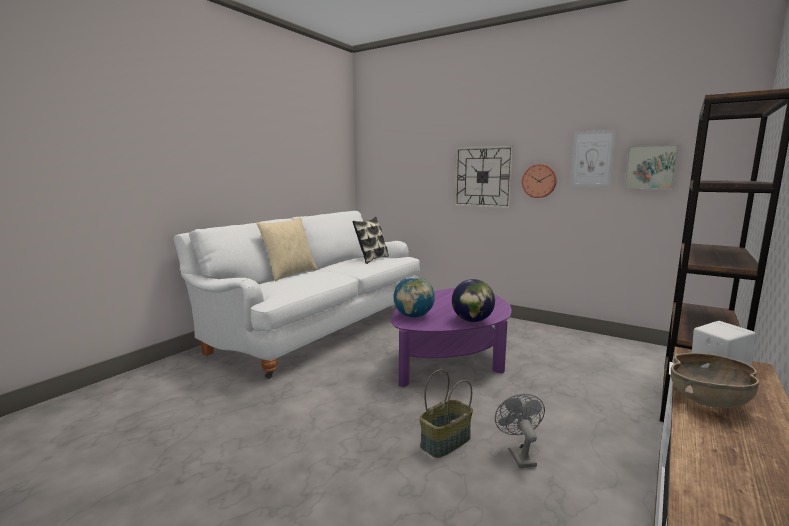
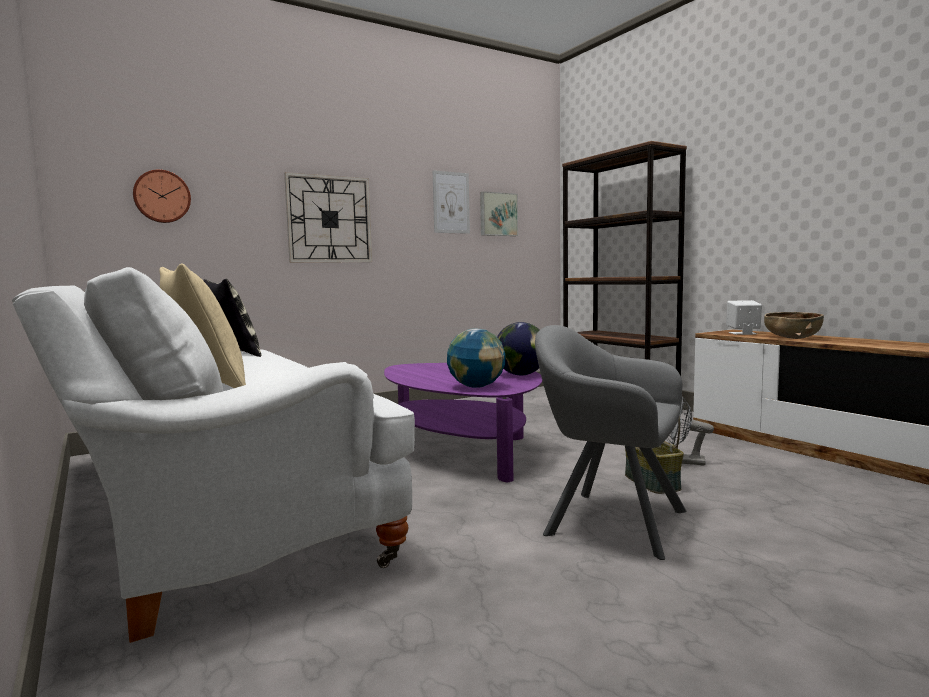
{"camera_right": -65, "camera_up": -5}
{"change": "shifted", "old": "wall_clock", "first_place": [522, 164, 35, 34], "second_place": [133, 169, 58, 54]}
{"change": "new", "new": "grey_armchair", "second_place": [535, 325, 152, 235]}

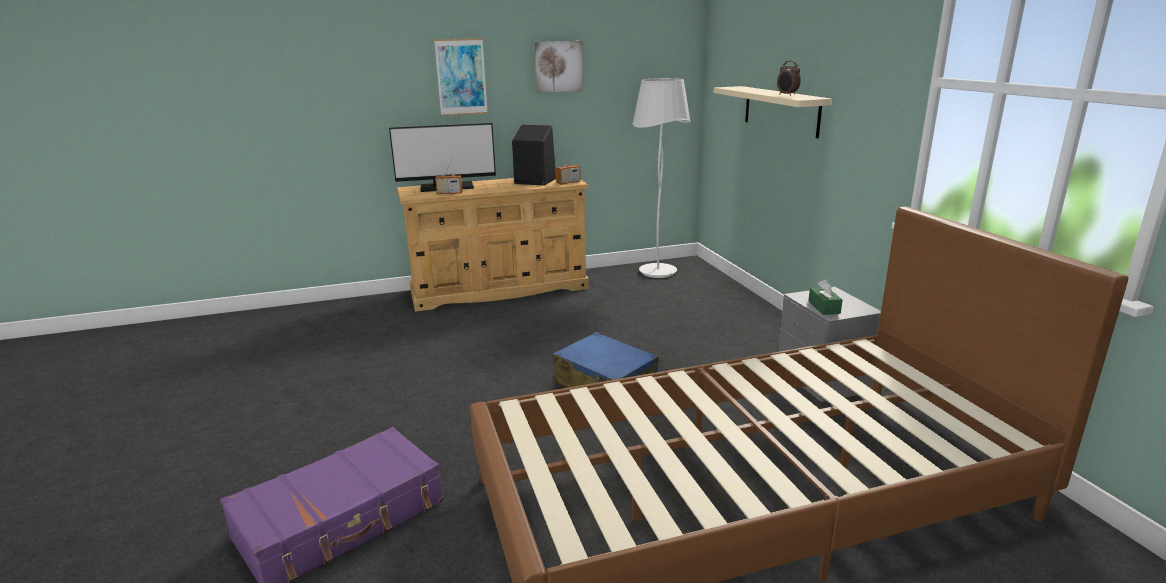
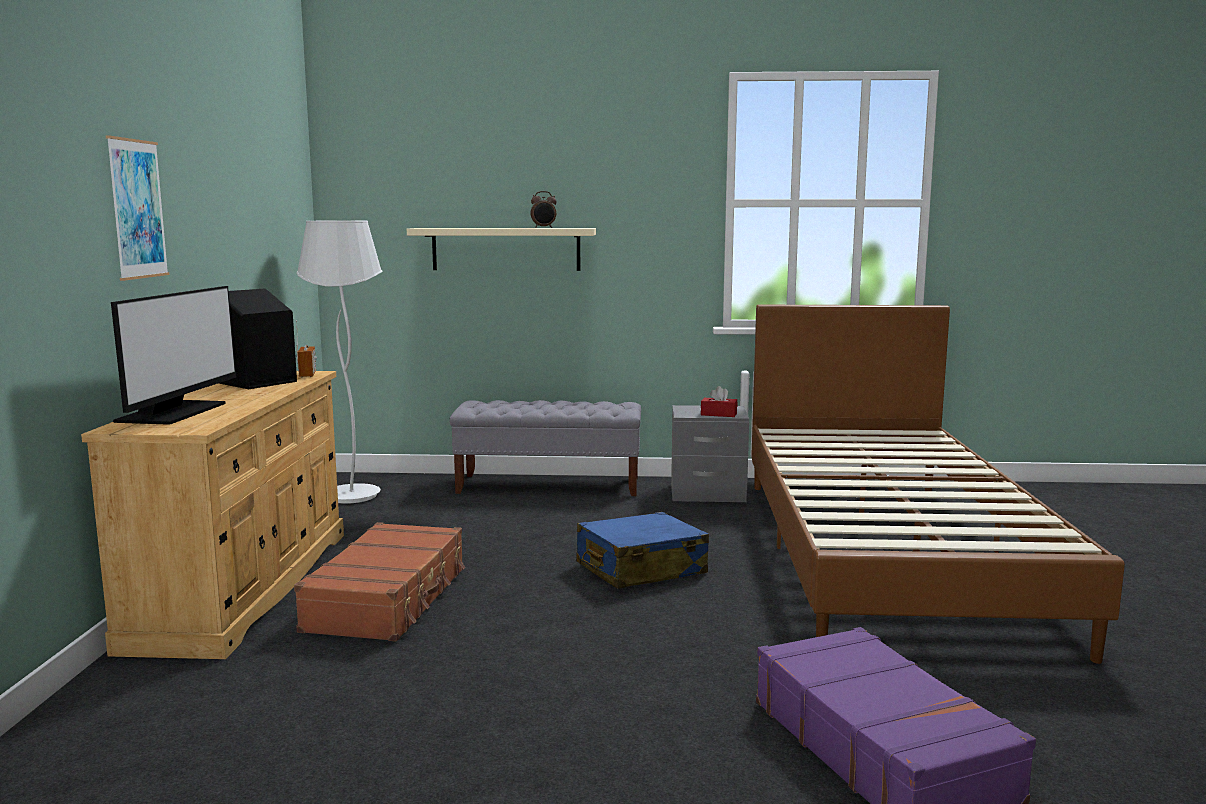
{"camera_right": -70, "camera_up": -10}
{"change": "gone", "old": "radio", "first_place": [435, 156, 27, 39]}
{"change": "gone", "old": "picture", "first_place": [535, 41, 48, 52]}
{"change": "repainted", "old": "green_tissue_box", "new": "red_tissue_box", "first_place": [808, 279, 34, 36], "second_place": [701, 386, 36, 31]}
{"change": "new", "new": "brown_suitcase", "second_place": [294, 522, 172, 119]}
{"change": "new", "new": "grey_bench", "second_place": [449, 400, 192, 96]}

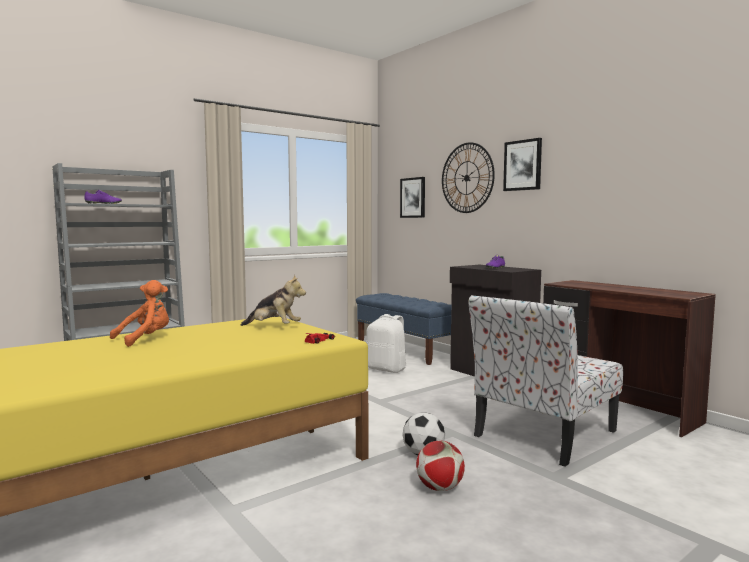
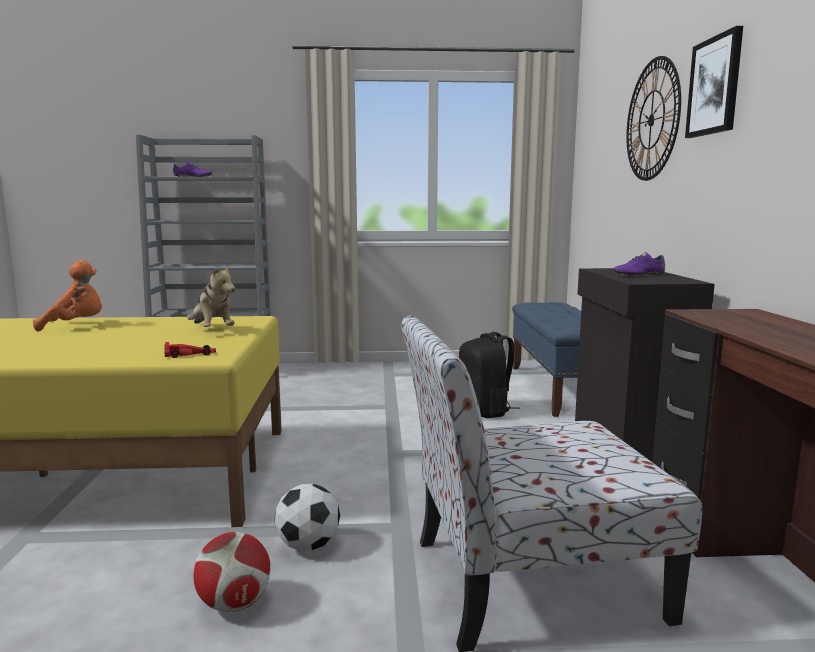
{"camera_right": 35, "camera_up": 5}
{"change": "repainted", "old": "white_backpack", "new": "black_backpack", "first_place": [366, 314, 40, 59], "second_place": [459, 332, 61, 86]}
{"change": "gone", "old": "picture", "first_place": [400, 177, 25, 41]}

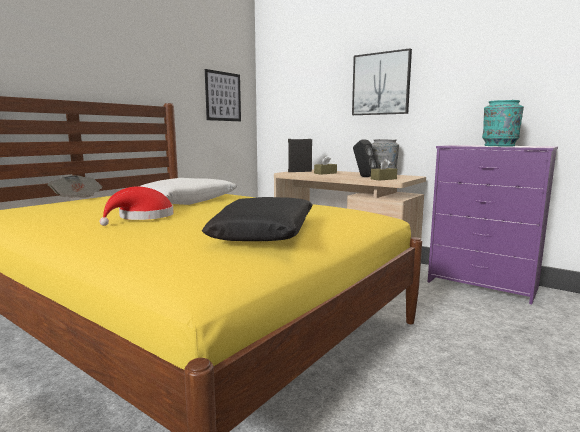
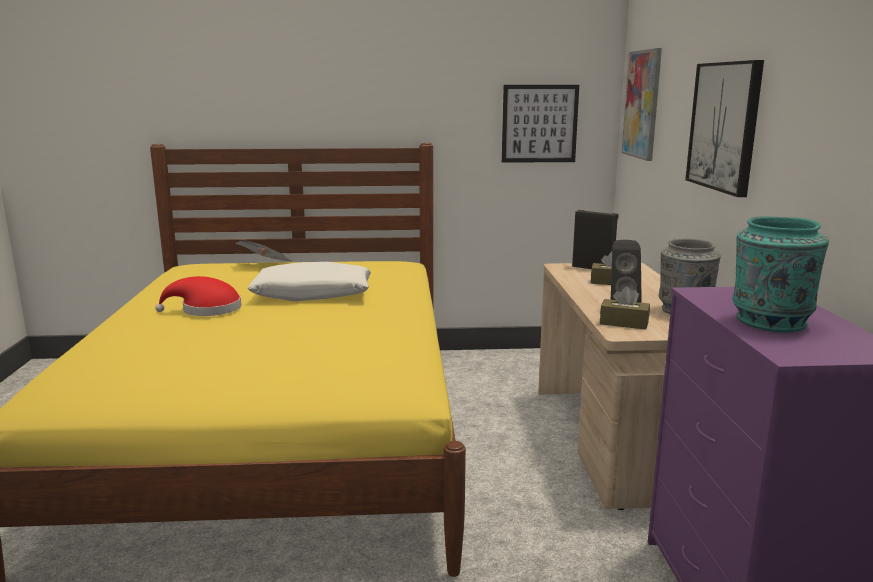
{"camera_right": 50, "camera_up": 5}
{"change": "gone", "old": "black_pillow", "first_place": [202, 197, 110, 44]}
{"change": "new", "new": "picture", "second_place": [622, 48, 40, 113]}

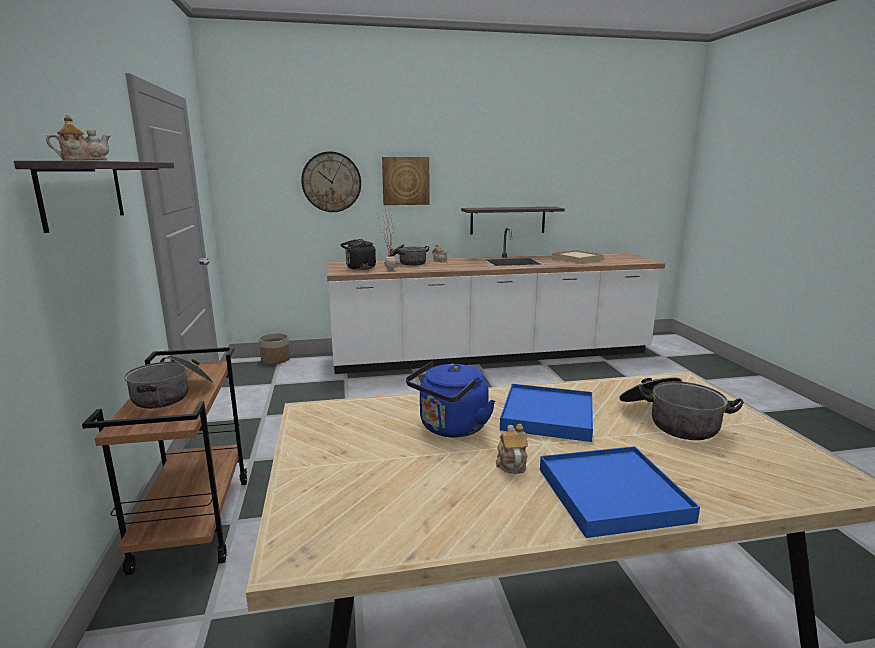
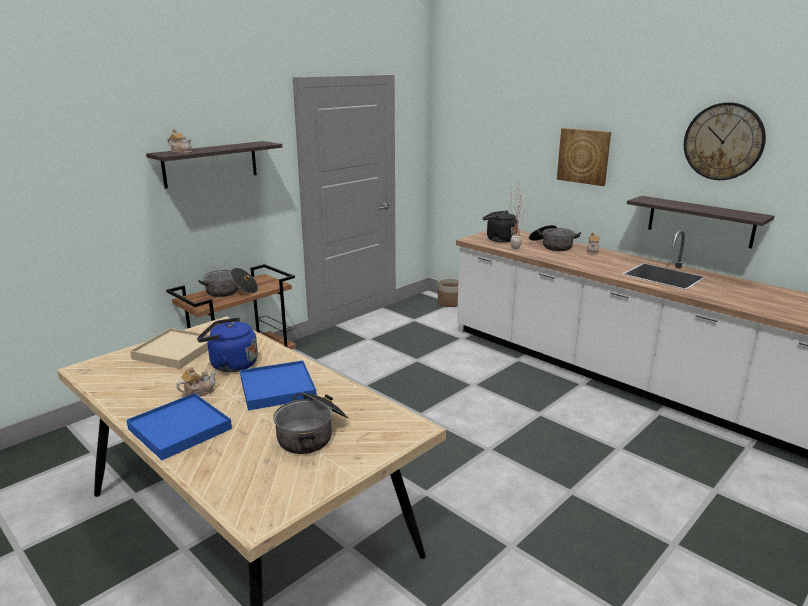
{"camera_right": 55, "camera_up": 5}
{"change": "shifted", "old": "wall_clock", "first_place": [301, 151, 60, 61], "second_place": [684, 102, 82, 78]}
{"change": "shifted", "old": "beige_tray", "first_place": [552, 250, 51, 13], "second_place": [130, 328, 79, 41]}

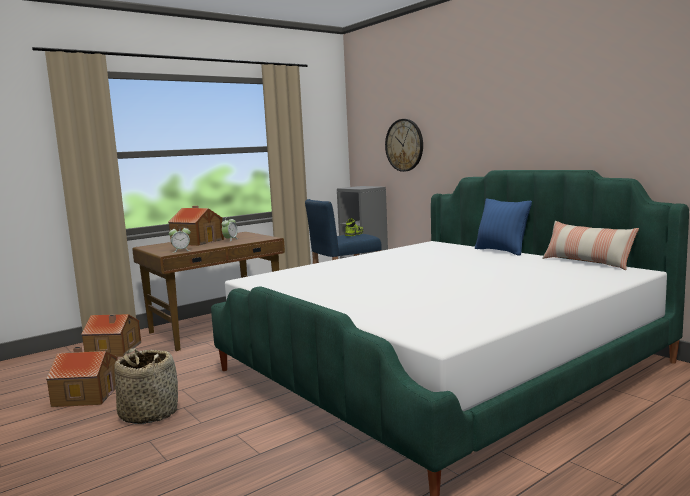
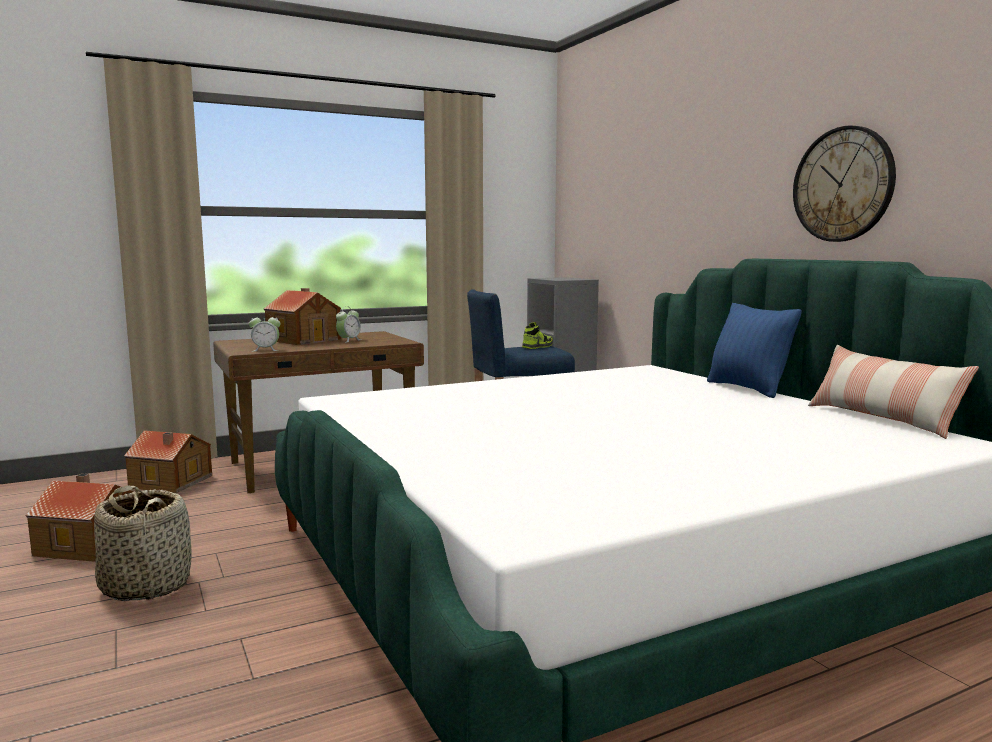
{"camera_right": 10, "camera_up": 0}
{"change": "shifted", "old": "wall_clock", "first_place": [385, 119, 38, 53], "second_place": [793, 125, 103, 117]}

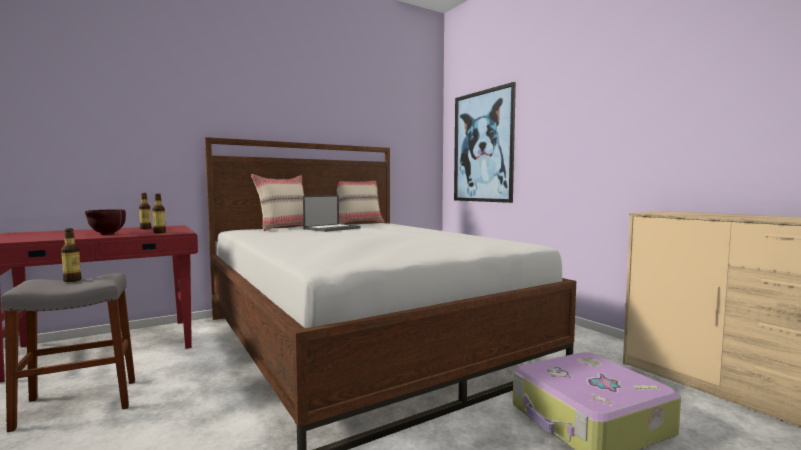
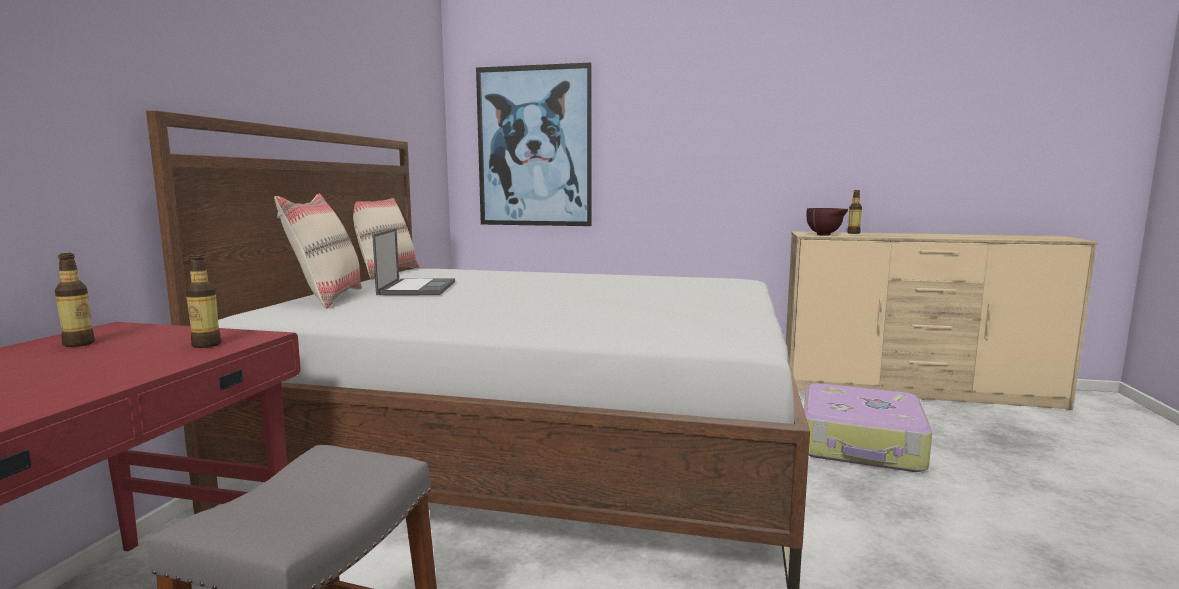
{"camera_right": -45, "camera_up": 5}
{"change": "shifted", "old": "bottle", "first_place": [61, 228, 21, 54], "second_place": [847, 190, 15, 44]}
{"change": "shifted", "old": "brown_bowl", "first_place": [85, 209, 41, 26], "second_place": [806, 208, 42, 28]}

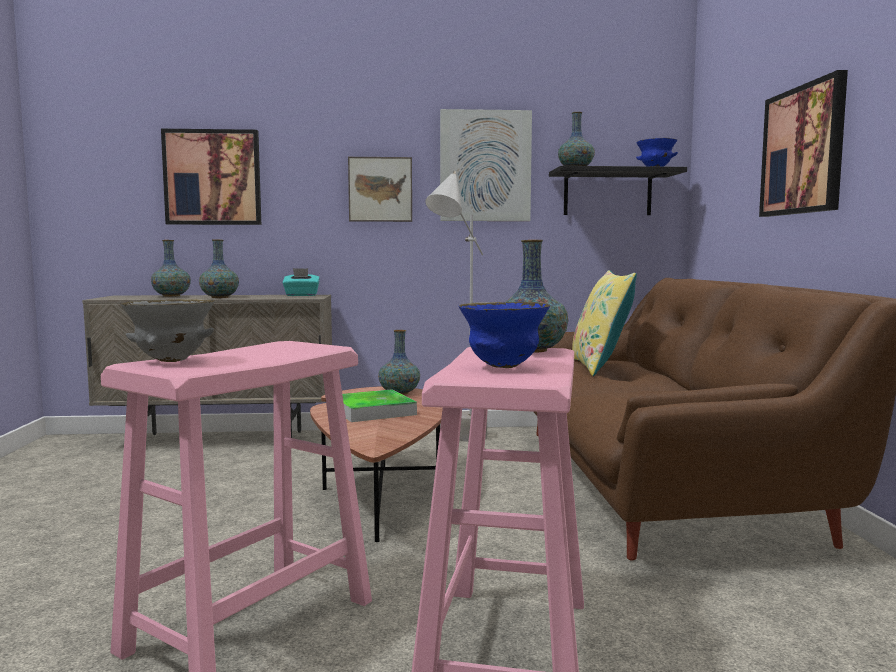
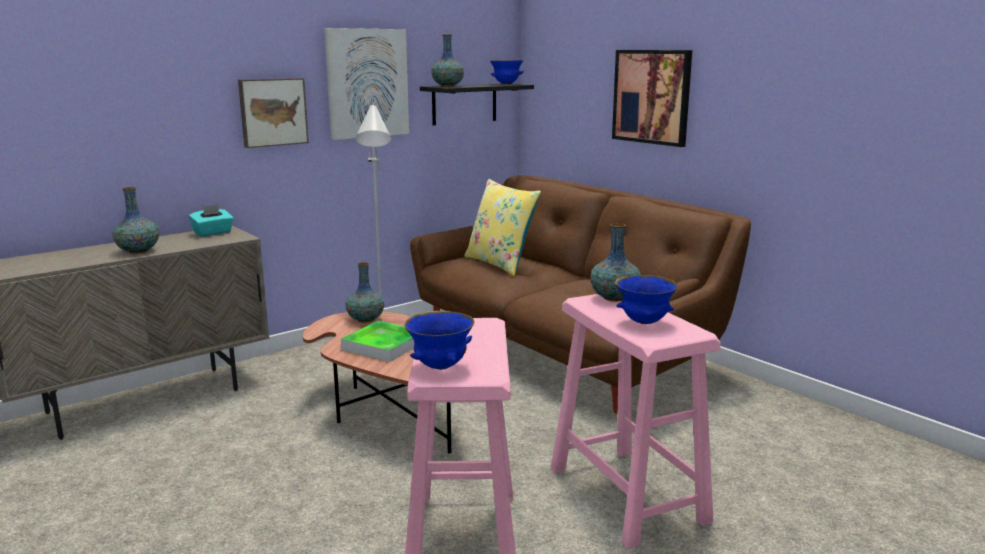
{"camera_right": -35, "camera_up": 10}
{"change": "repainted", "old": "grey_bowl", "new": "blue_bowl", "first_place": [120, 299, 95, 63], "second_place": [404, 311, 70, 59]}
{"change": "gone", "old": "vase", "first_place": [151, 240, 40, 57]}
{"change": "gone", "old": "picture", "first_place": [161, 129, 100, 96]}

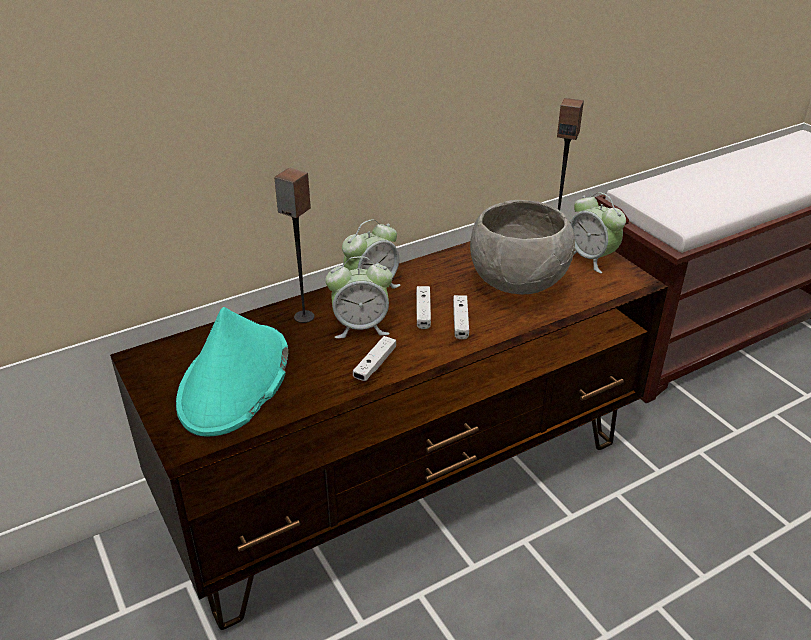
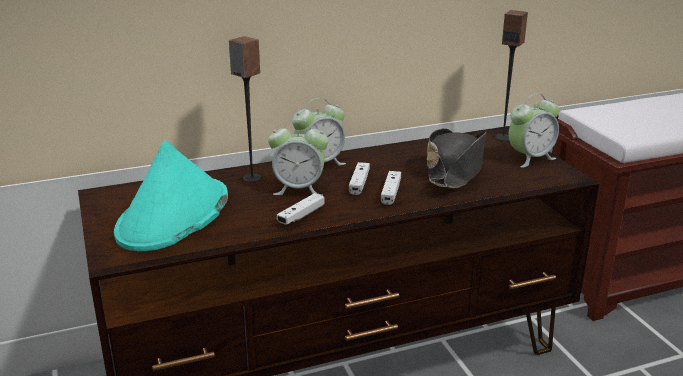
{"camera_right": 10, "camera_up": -10}
{"change": "swapped", "old": "grey_bowl", "new": "black_hat", "first_place": [470, 200, 105, 94], "second_place": [426, 128, 60, 60]}
{"change": "rotated", "old": "alarm_clock", "first_place": [570, 192, 56, 81], "second_place": [509, 93, 50, 75], "degrees": -90}

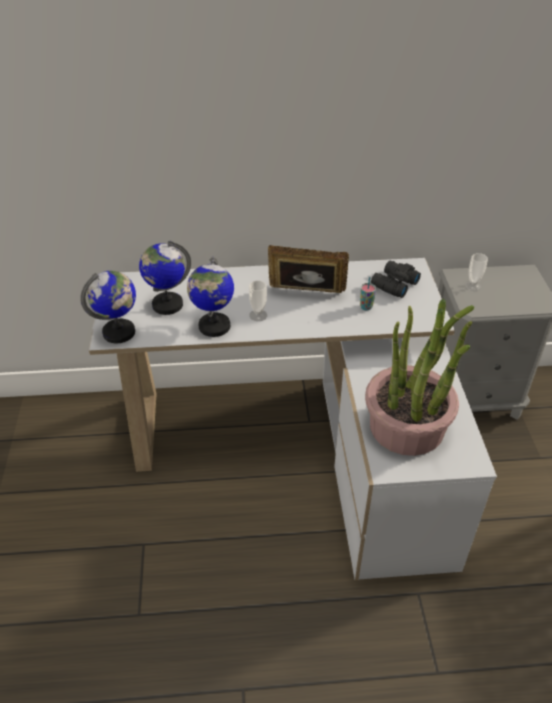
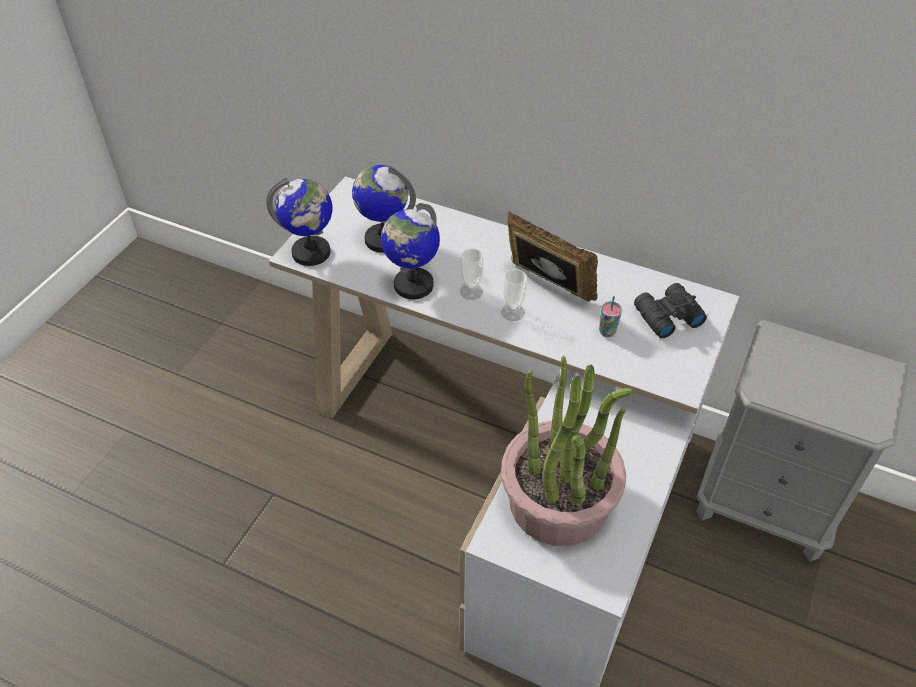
{"camera_right": 30, "camera_up": 5}
{"change": "shifted", "old": "cup", "first_place": [465, 253, 23, 38], "second_place": [501, 269, 26, 52]}

